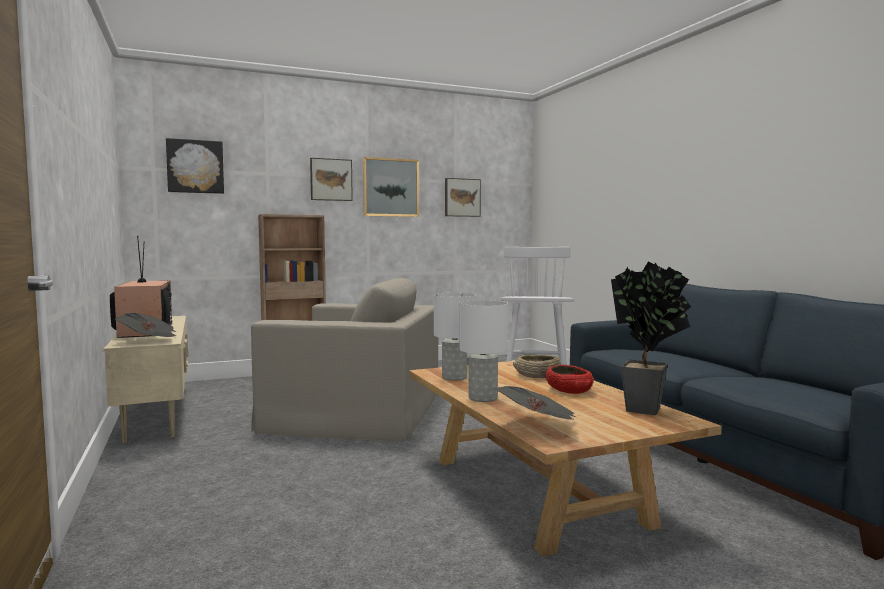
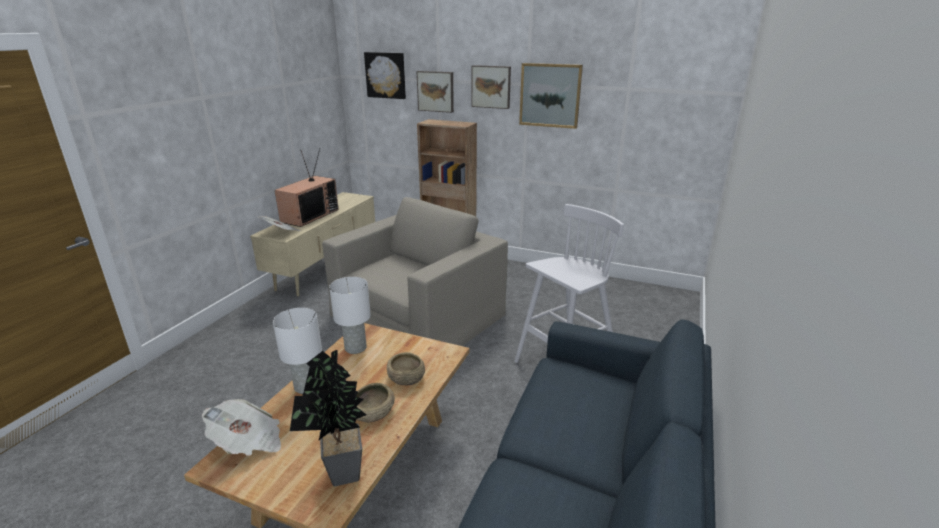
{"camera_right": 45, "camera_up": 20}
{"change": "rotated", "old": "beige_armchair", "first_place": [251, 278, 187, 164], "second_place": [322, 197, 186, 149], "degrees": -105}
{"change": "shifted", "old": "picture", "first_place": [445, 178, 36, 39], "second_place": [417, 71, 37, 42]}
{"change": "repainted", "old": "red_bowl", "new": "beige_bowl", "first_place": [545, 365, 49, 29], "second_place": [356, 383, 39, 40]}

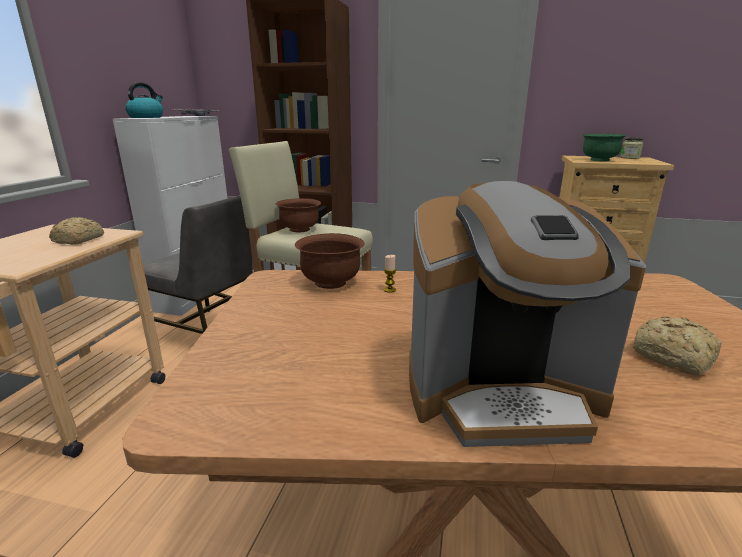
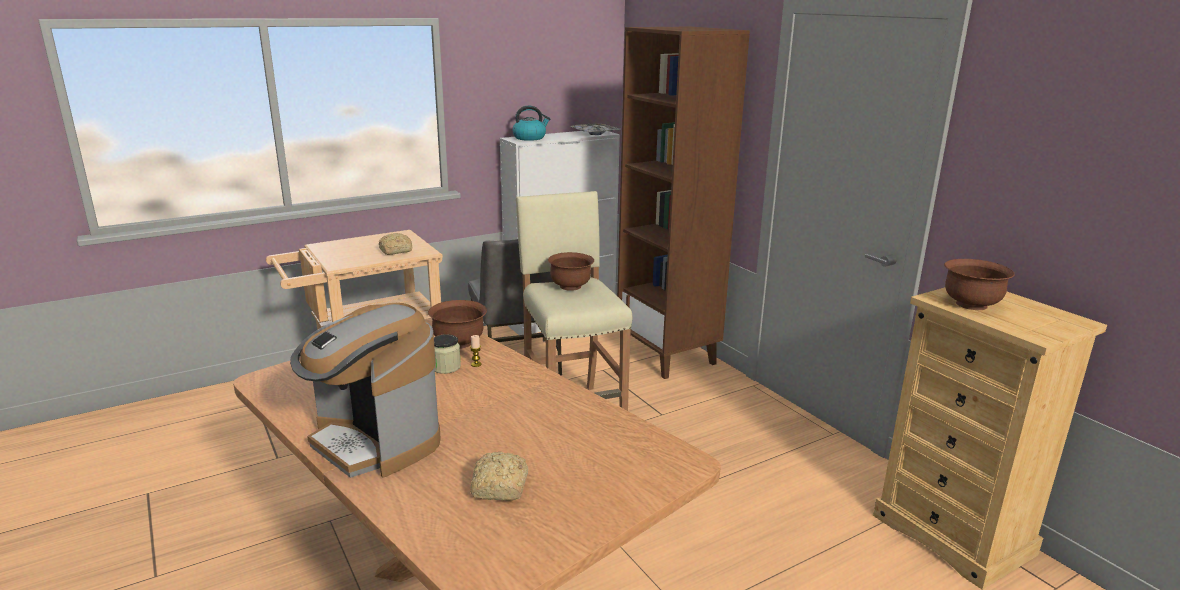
{"camera_right": 45, "camera_up": 0}
{"change": "repainted", "old": "green_bowl", "new": "brown_bowl", "first_place": [583, 134, 44, 27], "second_place": [944, 259, 71, 51]}
{"change": "shifted", "old": "jar", "first_place": [620, 138, 23, 21], "second_place": [434, 334, 27, 40]}

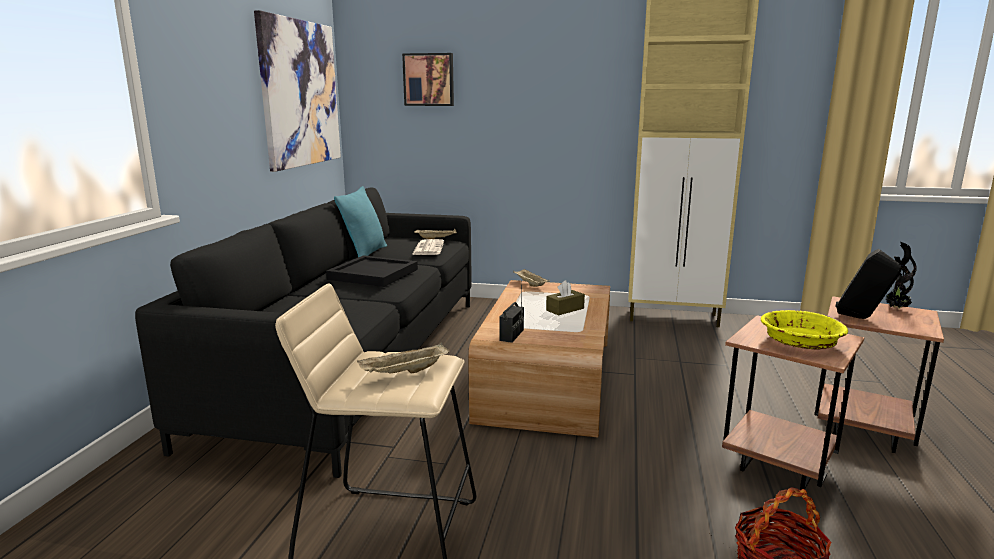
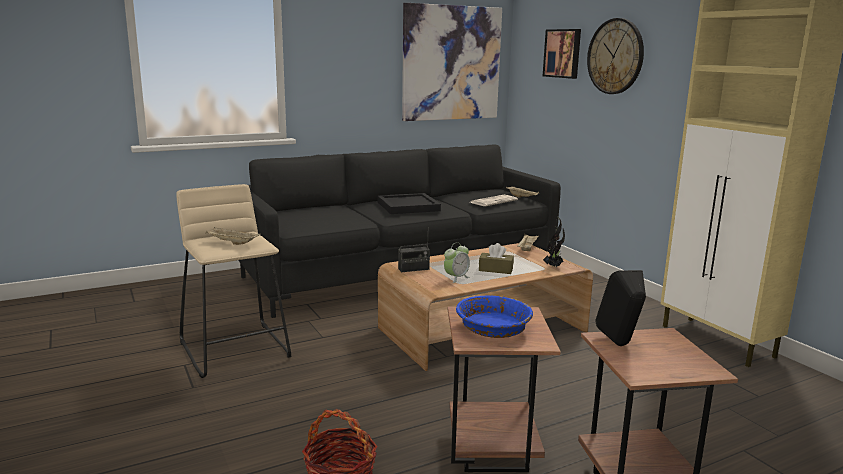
{"camera_right": 50, "camera_up": 0}
{"change": "gone", "old": "turquoise_pillow", "first_place": [334, 186, 53, 71]}
{"change": "repainted", "old": "yellow_bowl", "new": "blue_bowl", "first_place": [761, 310, 87, 40], "second_place": [456, 295, 77, 43]}
{"change": "shifted", "old": "potted_plant", "first_place": [883, 242, 34, 67], "second_place": [543, 216, 22, 51]}
{"change": "new", "new": "alarm_clock", "second_place": [444, 242, 26, 41]}
{"change": "new", "new": "wall_clock", "second_place": [587, 18, 57, 76]}

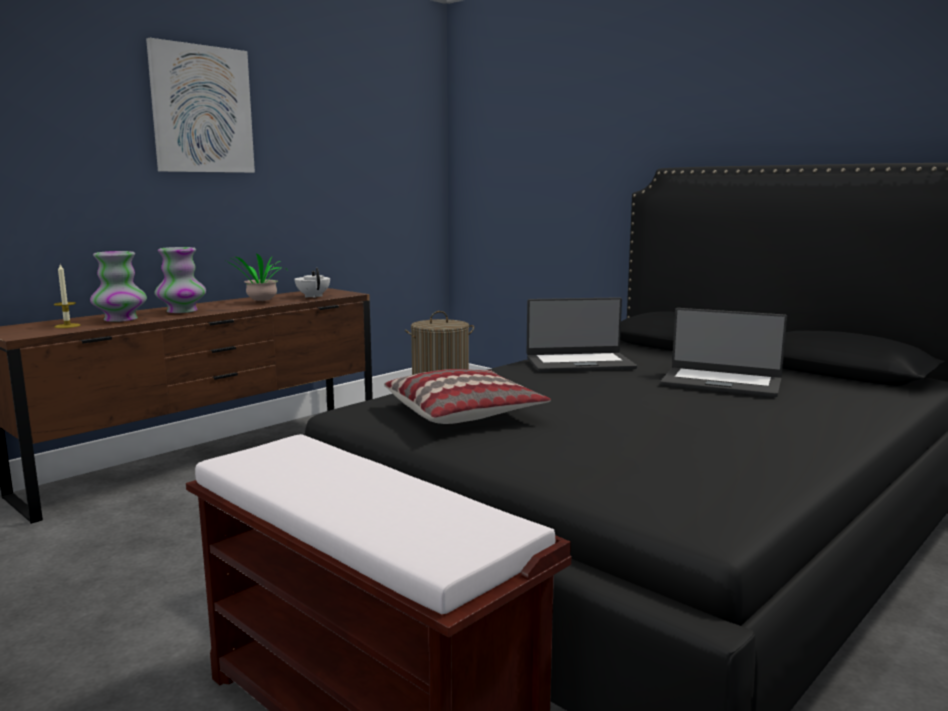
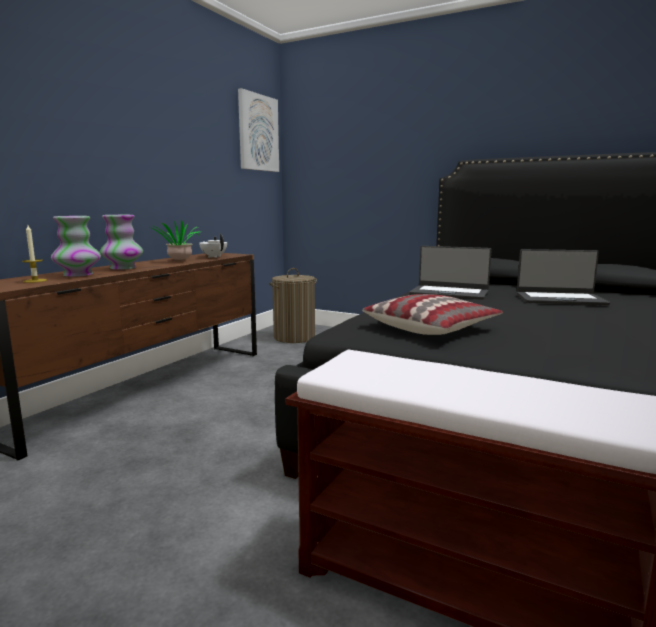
{"camera_right": -15, "camera_up": 0}
{"change": "shifted", "old": "picture", "first_place": [146, 38, 109, 135], "second_place": [238, 88, 41, 84]}
{"change": "rotated", "old": "laptop", "first_place": [527, 297, 110, 75], "second_place": [409, 246, 83, 54], "degrees": 45}

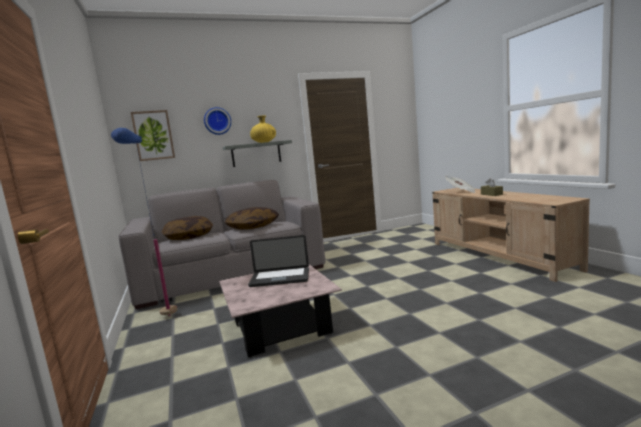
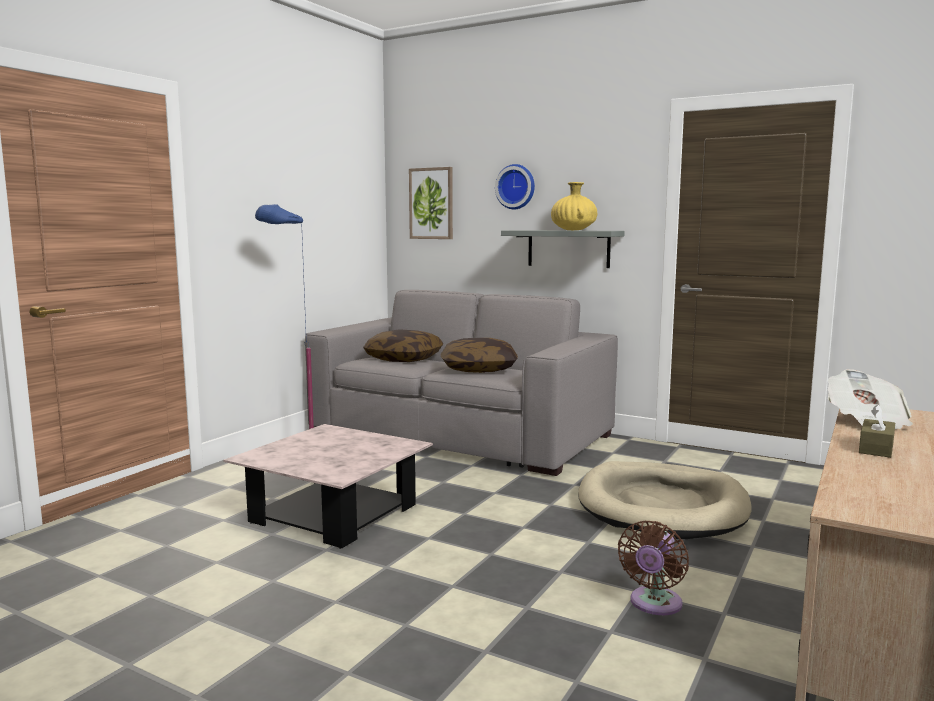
{"camera_right": 50, "camera_up": 0}
{"change": "gone", "old": "laptop", "first_place": [248, 235, 61, 52]}
{"change": "new", "new": "beige_dog_bed", "second_place": [578, 461, 174, 78]}
{"change": "new", "new": "brown_fan", "second_place": [618, 520, 71, 95]}

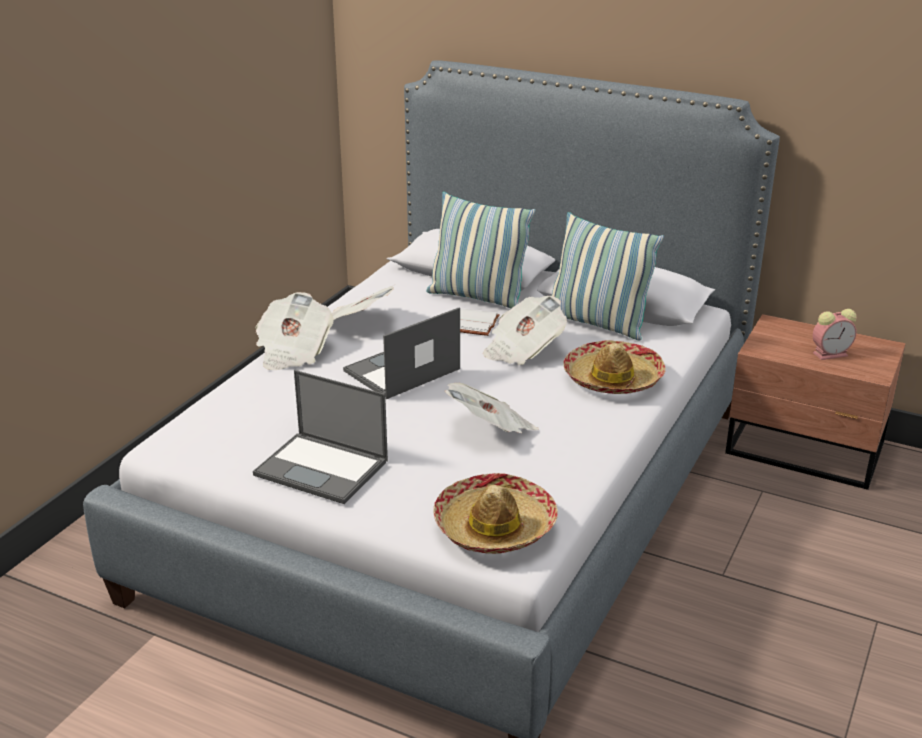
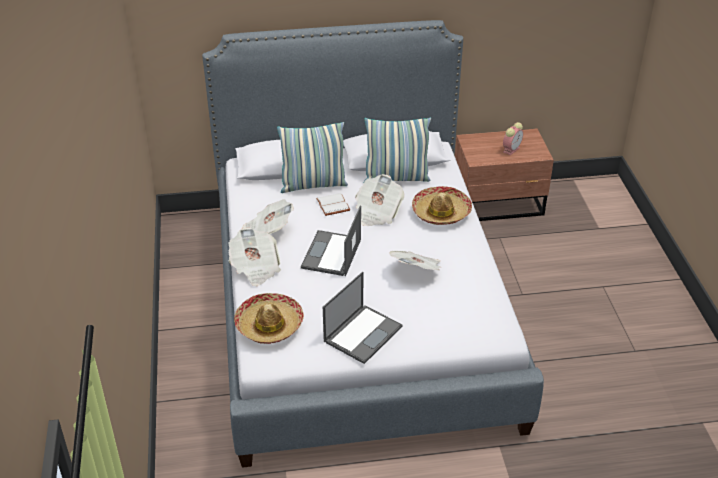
{"camera_right": -35, "camera_up": 10}
{"change": "rotated", "old": "laptop", "first_place": [253, 370, 135, 134], "second_place": [323, 272, 79, 92], "degrees": -45}
{"change": "shifted", "old": "hat", "first_place": [433, 473, 125, 81], "second_place": [234, 293, 70, 51]}

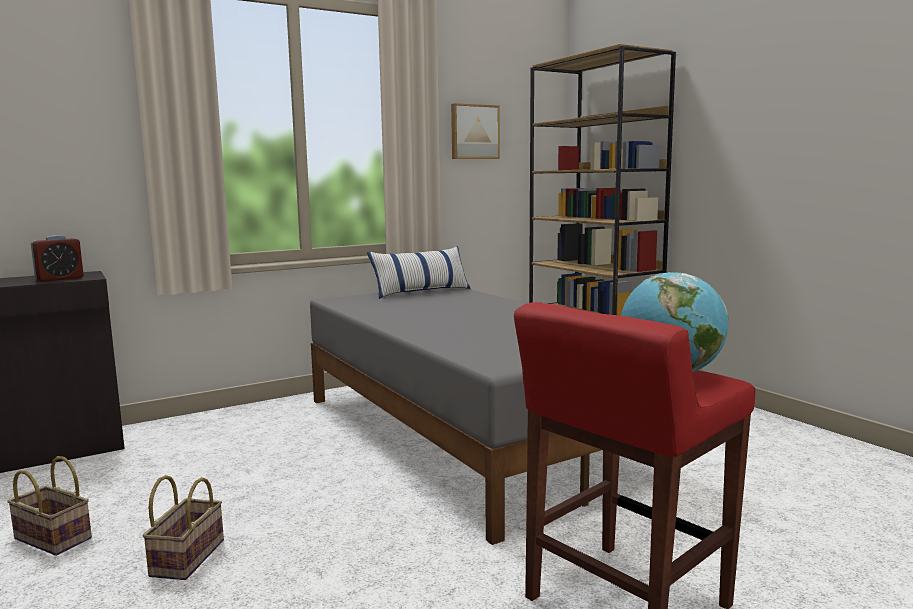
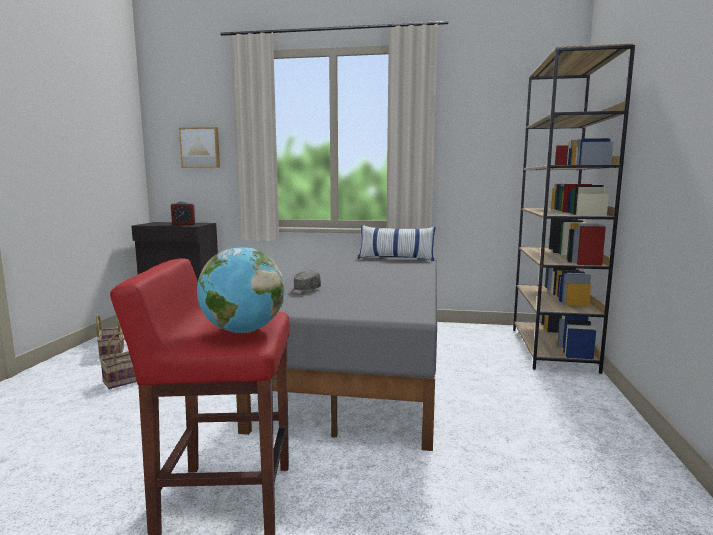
{"camera_right": 40, "camera_up": 0}
{"change": "shifted", "old": "picture", "first_place": [451, 103, 49, 56], "second_place": [179, 127, 41, 41]}
{"change": "new", "new": "grey_cap", "second_place": [291, 270, 30, 25]}

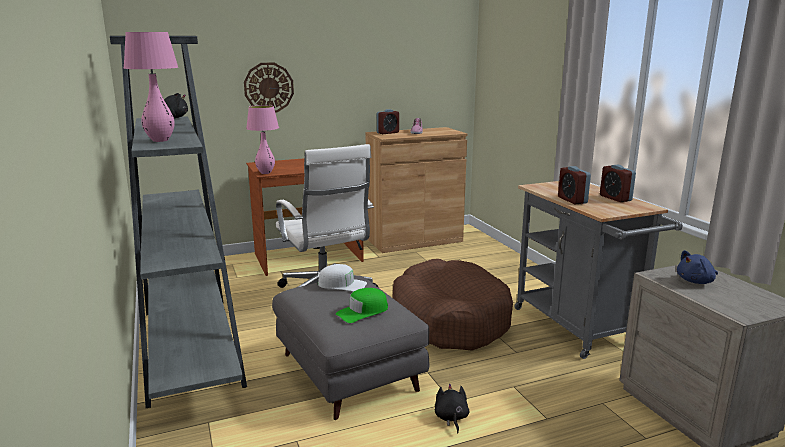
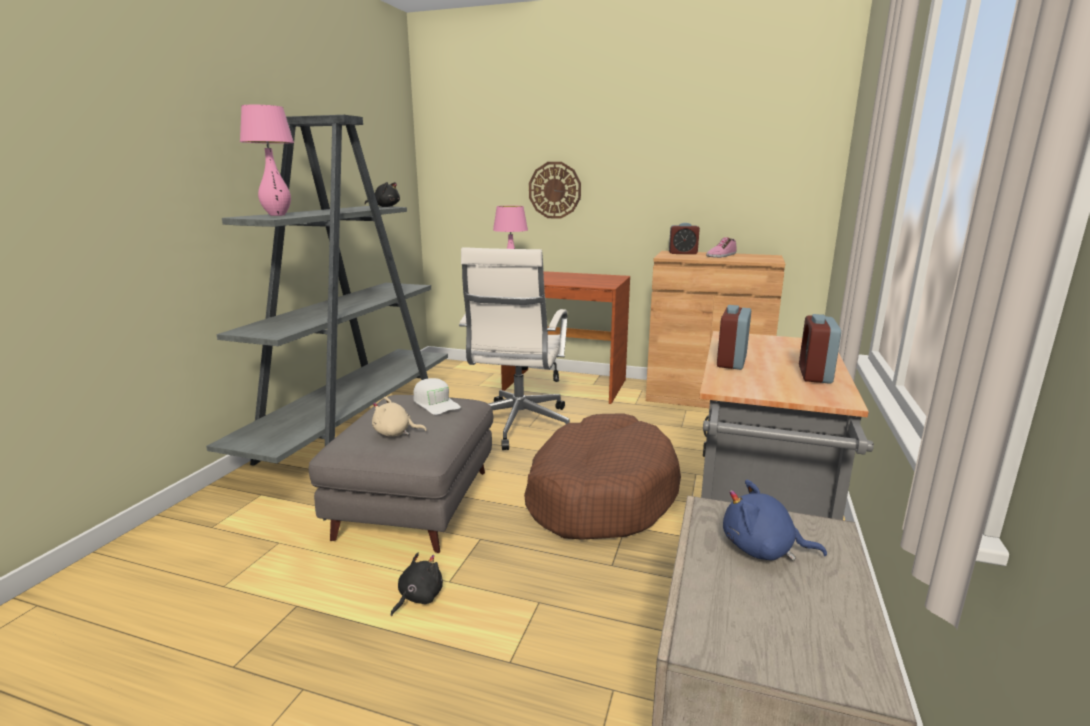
{"camera_right": 40, "camera_up": 0}
{"change": "swapped", "old": "green_cap", "new": "beige_plush_toy", "first_place": [336, 288, 52, 35], "second_place": [372, 397, 55, 39]}

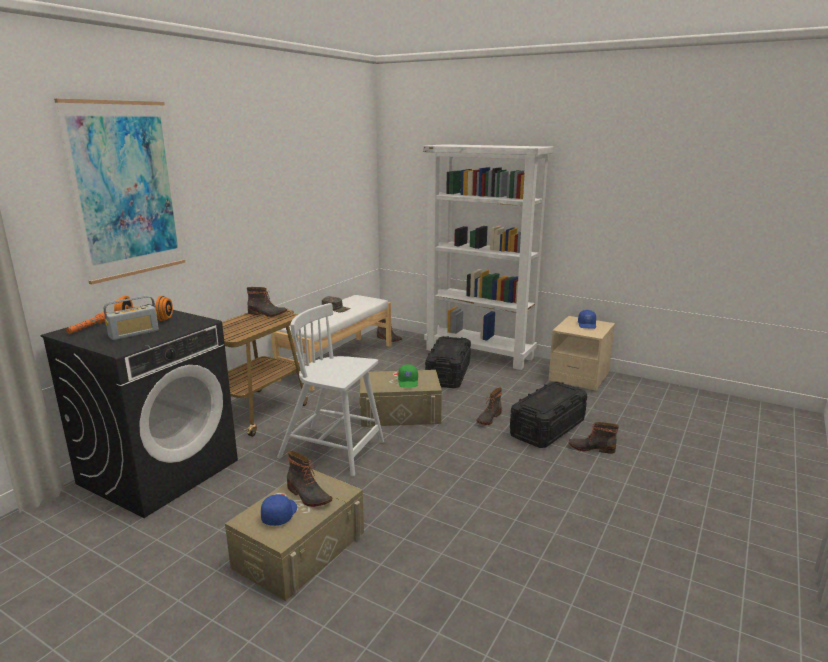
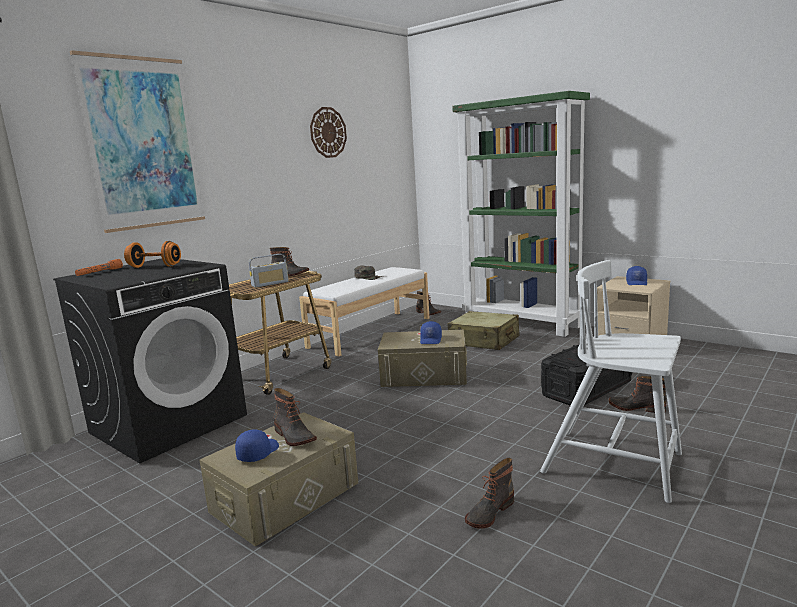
{"camera_right": 10, "camera_up": -5}
{"change": "shifted", "old": "radio", "first_place": [104, 296, 55, 44], "second_place": [249, 254, 40, 34]}
{"change": "shifted", "old": "white_chair", "first_place": [277, 303, 107, 173], "second_place": [540, 260, 142, 243]}
{"change": "repainted", "old": "green_cap", "new": "blue_cap", "first_place": [398, 364, 20, 24], "second_place": [420, 321, 22, 23]}
{"change": "repainted", "old": "white_bookcase", "new": "green_bookcase", "first_place": [423, 144, 131, 226], "second_place": [452, 91, 138, 246]}
{"change": "swapped", "old": "black_storage_box", "new": "beige_suitcase", "first_place": [425, 336, 46, 52], "second_place": [448, 311, 71, 39]}
{"change": "shifted", "old": "boot", "first_place": [476, 387, 26, 38], "second_place": [465, 458, 49, 71]}
{"change": "new", "new": "wall_clock", "second_place": [310, 107, 37, 51]}

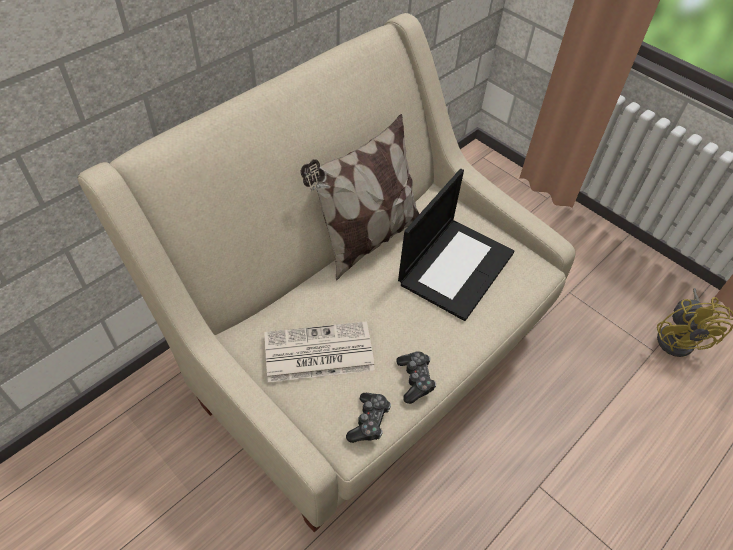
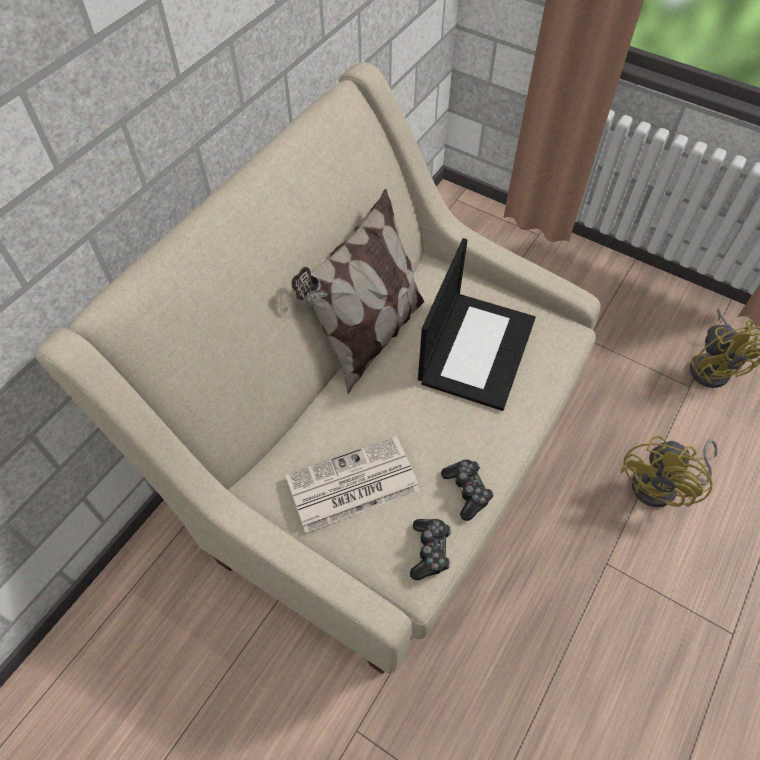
{"camera_right": -10, "camera_up": 5}
{"change": "new", "new": "yellow_fan", "second_place": [620, 436, 98, 71]}

